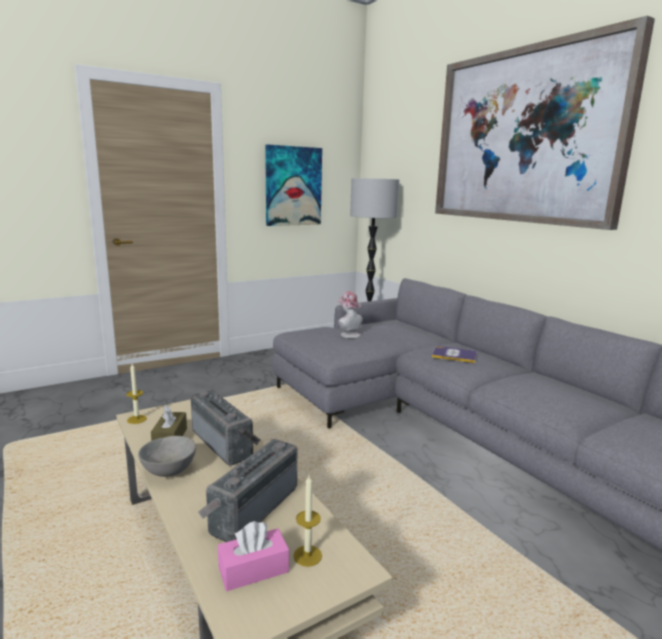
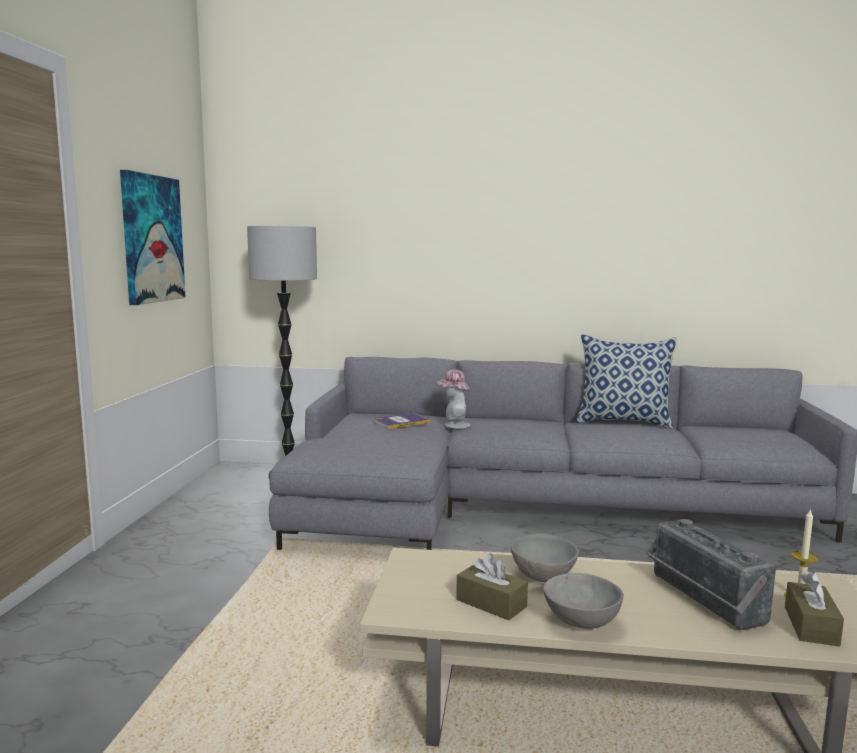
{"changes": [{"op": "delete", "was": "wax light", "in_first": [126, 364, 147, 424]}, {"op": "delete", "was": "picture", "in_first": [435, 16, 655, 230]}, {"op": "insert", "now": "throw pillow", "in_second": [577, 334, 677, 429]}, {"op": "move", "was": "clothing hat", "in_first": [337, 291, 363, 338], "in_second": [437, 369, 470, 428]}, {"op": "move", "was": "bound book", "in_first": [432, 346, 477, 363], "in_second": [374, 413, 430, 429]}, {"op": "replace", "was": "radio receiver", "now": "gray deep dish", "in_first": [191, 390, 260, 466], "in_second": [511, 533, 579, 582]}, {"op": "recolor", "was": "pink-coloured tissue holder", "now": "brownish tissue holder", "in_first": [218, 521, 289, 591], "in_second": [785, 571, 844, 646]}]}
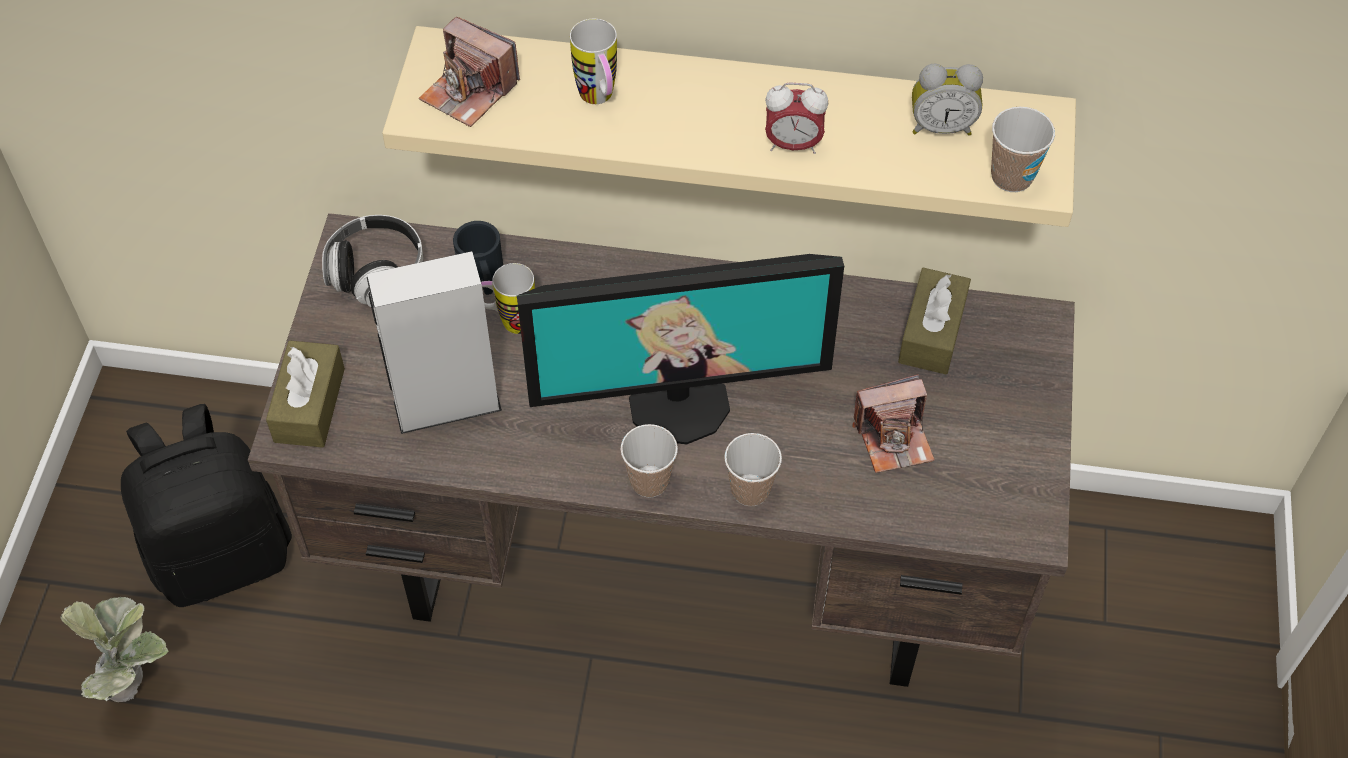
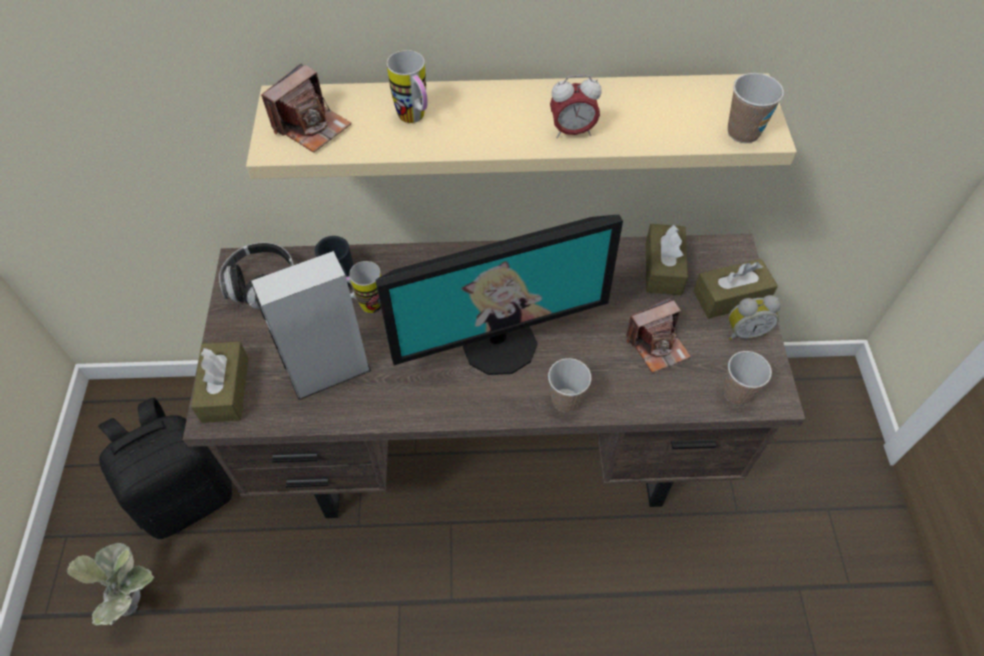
{"changes": [{"op": "insert", "now": "brownish tissue holder", "in_second": [693, 259, 778, 319]}, {"op": "move", "was": "cup", "in_first": [620, 424, 678, 498], "in_second": [723, 351, 772, 405]}, {"op": "move", "was": "table clock", "in_first": [912, 64, 983, 136], "in_second": [729, 295, 781, 340]}, {"op": "rotate", "was": "still camera", "in_first": [419, 17, 520, 127], "in_second": [261, 63, 351, 153], "clockwise": -75}]}
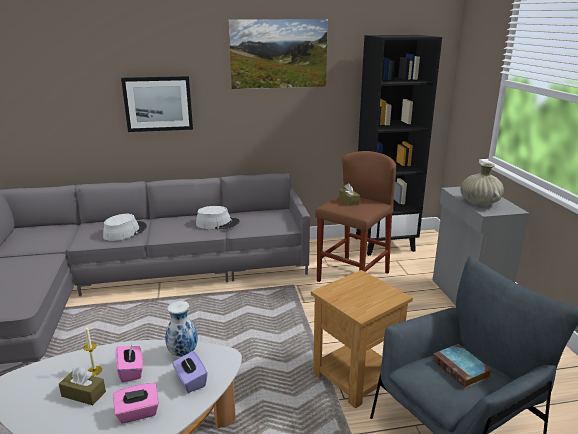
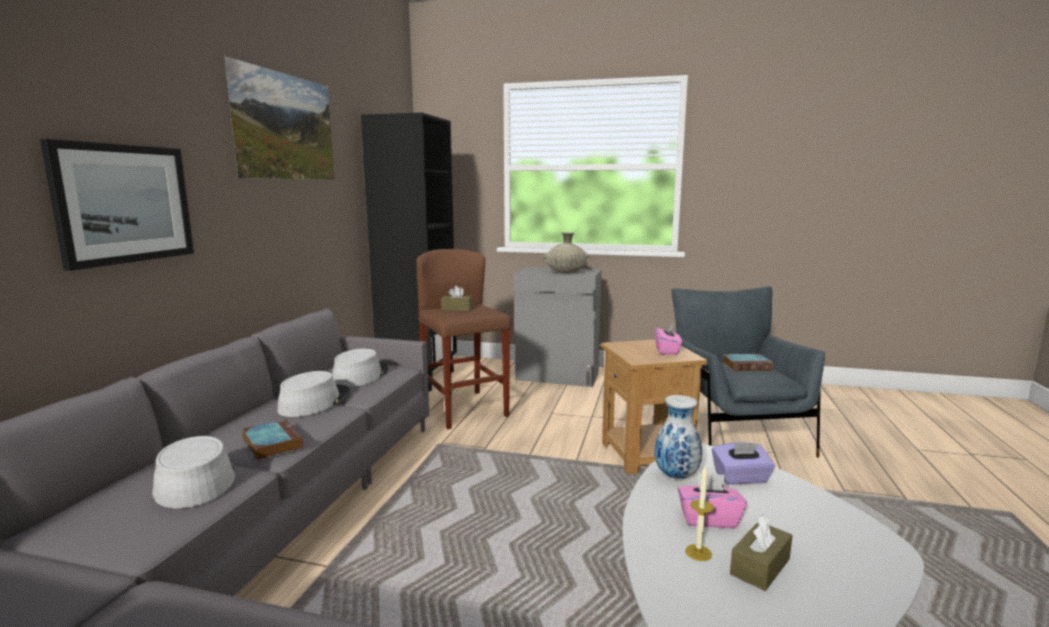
{"changes": [{"op": "insert", "now": "bound book", "in_second": [242, 419, 303, 460]}, {"op": "insert", "now": "gray clothing hat", "in_second": [332, 349, 388, 387]}, {"op": "move", "was": "pink-coloured tissue holder", "in_first": [113, 383, 159, 423], "in_second": [655, 324, 682, 355]}]}
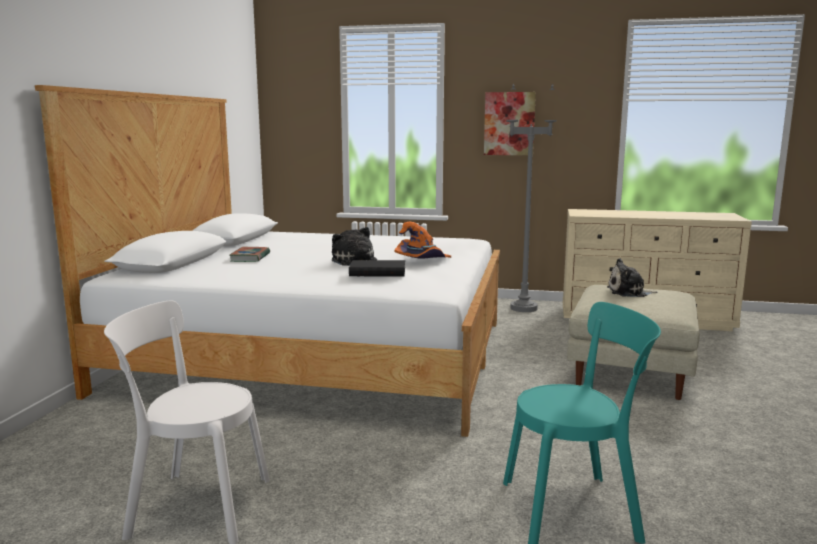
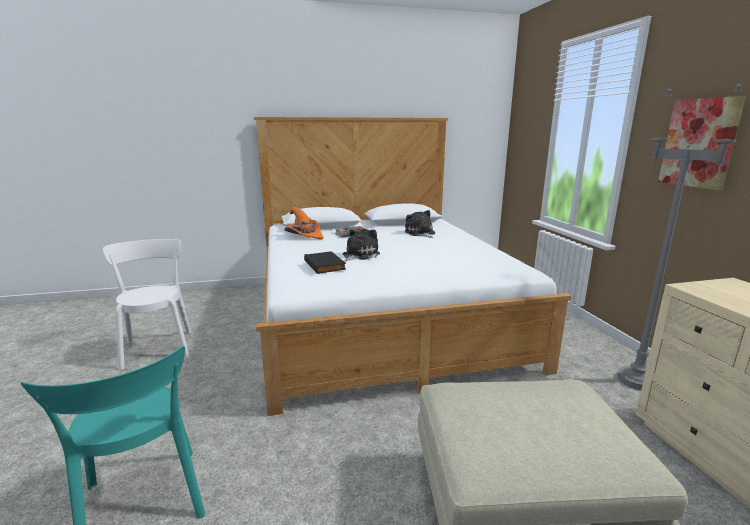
{"changes": [{"op": "move", "was": "orangey clothing hat", "in_first": [395, 222, 451, 258], "in_second": [285, 207, 323, 239]}, {"op": "move", "was": "cuddly toy", "in_first": [607, 258, 658, 297], "in_second": [405, 210, 435, 238]}]}
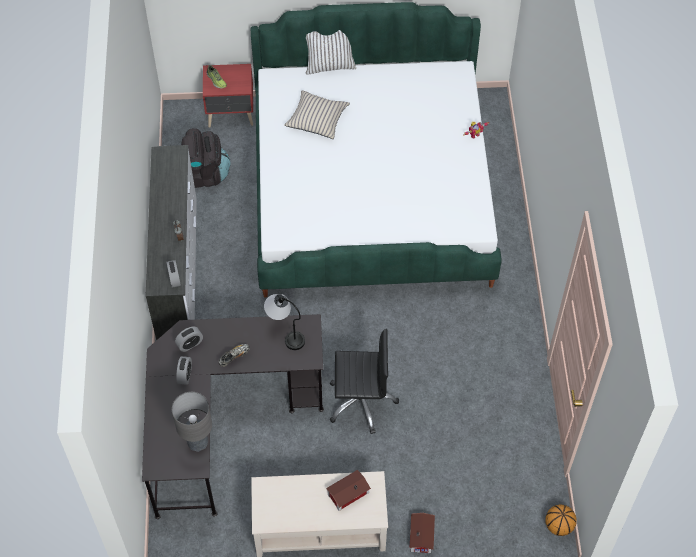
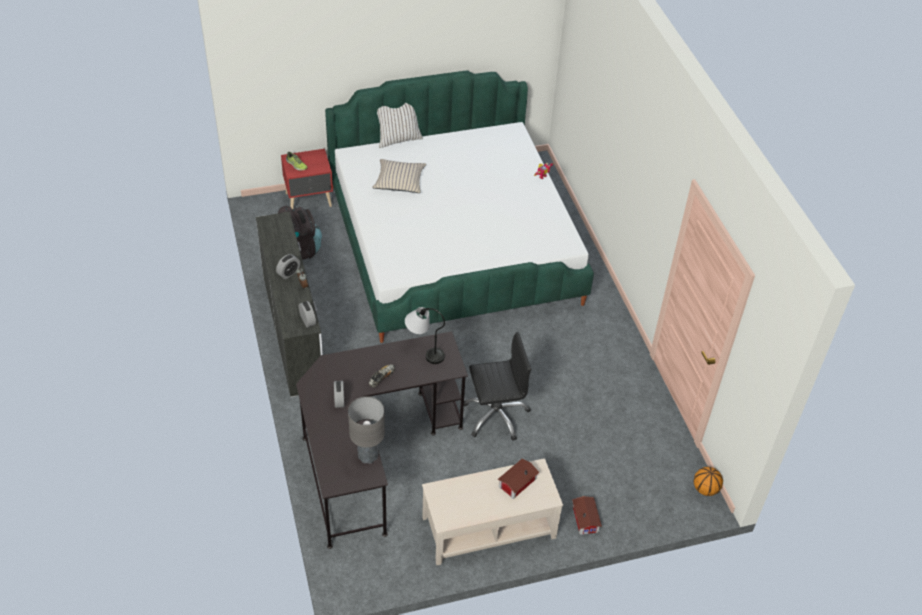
{"changes": [{"op": "move", "was": "table clock", "in_first": [175, 326, 203, 352], "in_second": [276, 254, 300, 279]}]}
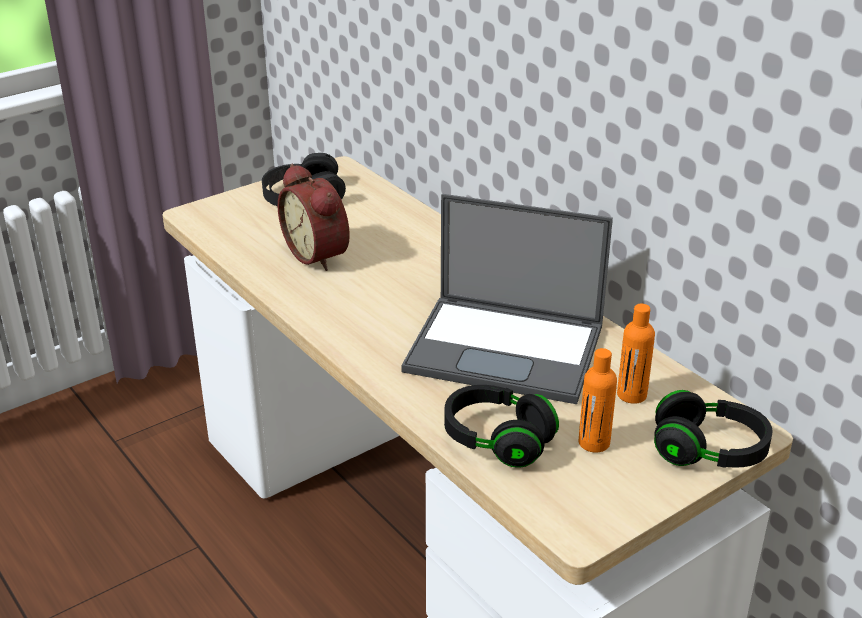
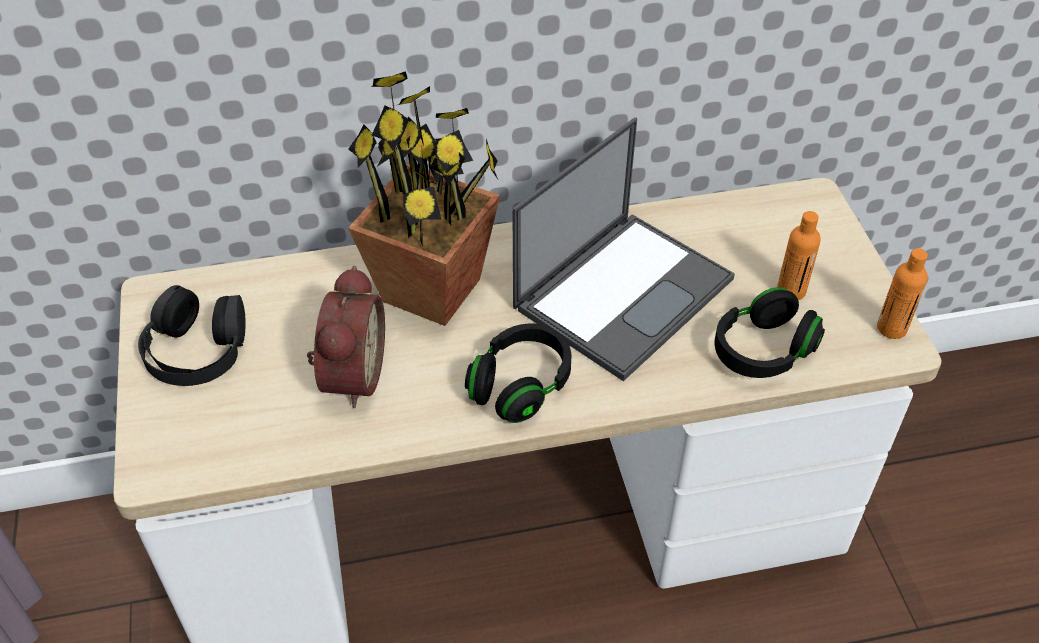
{"changes": [{"op": "insert", "now": "houseplant", "in_second": [348, 71, 500, 326]}, {"op": "move", "was": "orangey beverage bottle", "in_first": [617, 304, 655, 404], "in_second": [877, 248, 928, 339]}, {"op": "move", "was": "blackish pair of headphones", "in_first": [654, 390, 772, 468], "in_second": [465, 323, 571, 423]}, {"op": "rotate", "was": "table clock", "in_first": [278, 164, 350, 271], "in_second": [307, 266, 385, 408], "clockwise": -75}]}
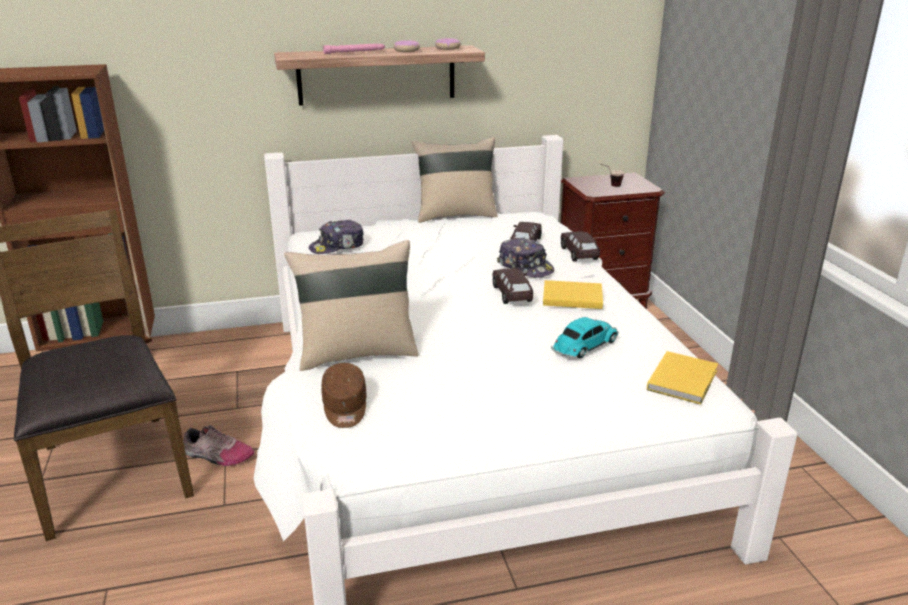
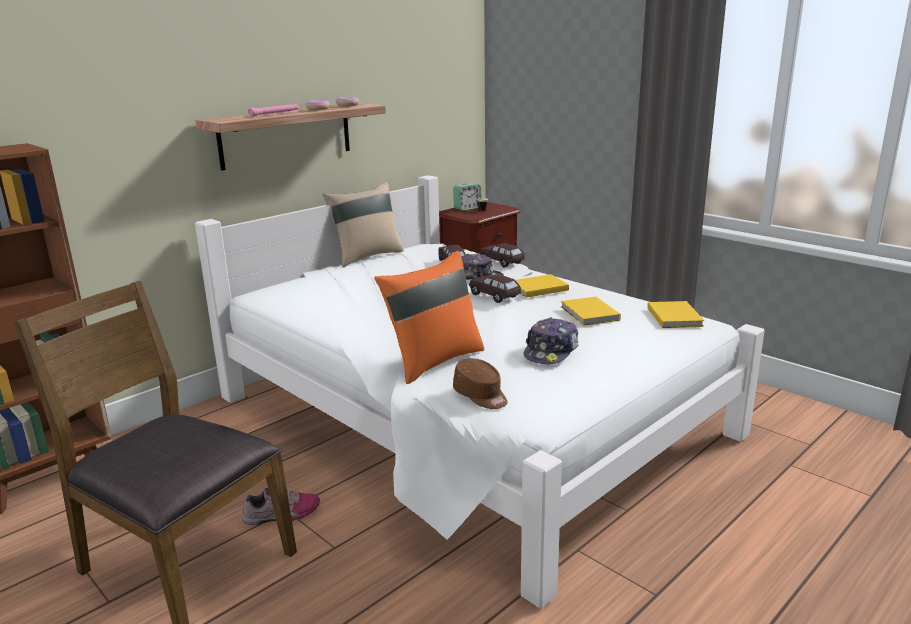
{"changes": [{"op": "insert", "now": "table clock", "in_second": [453, 183, 481, 211]}, {"op": "move", "was": "cap", "in_first": [309, 220, 364, 254], "in_second": [524, 317, 578, 364]}, {"op": "replace", "was": "model car", "now": "yellowish bound book", "in_first": [551, 317, 619, 359], "in_second": [561, 297, 621, 326]}, {"op": "recolor", "was": "beige-coloured throw pillow", "now": "orangey throw pillow", "in_first": [285, 240, 419, 371], "in_second": [374, 251, 485, 384]}]}
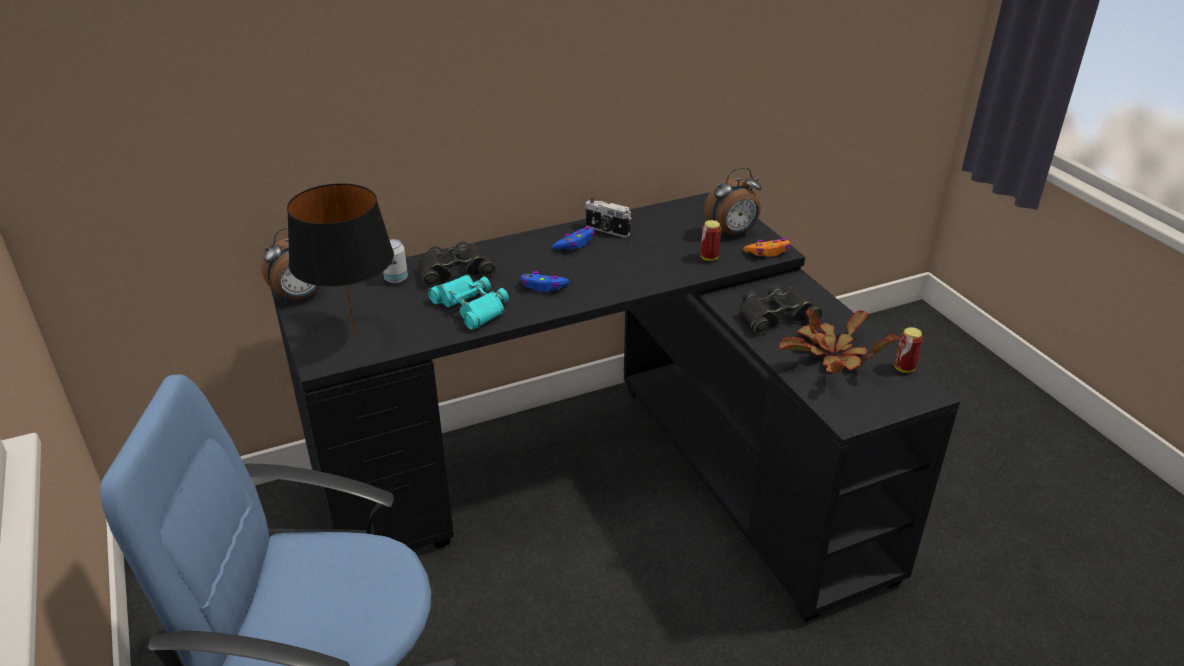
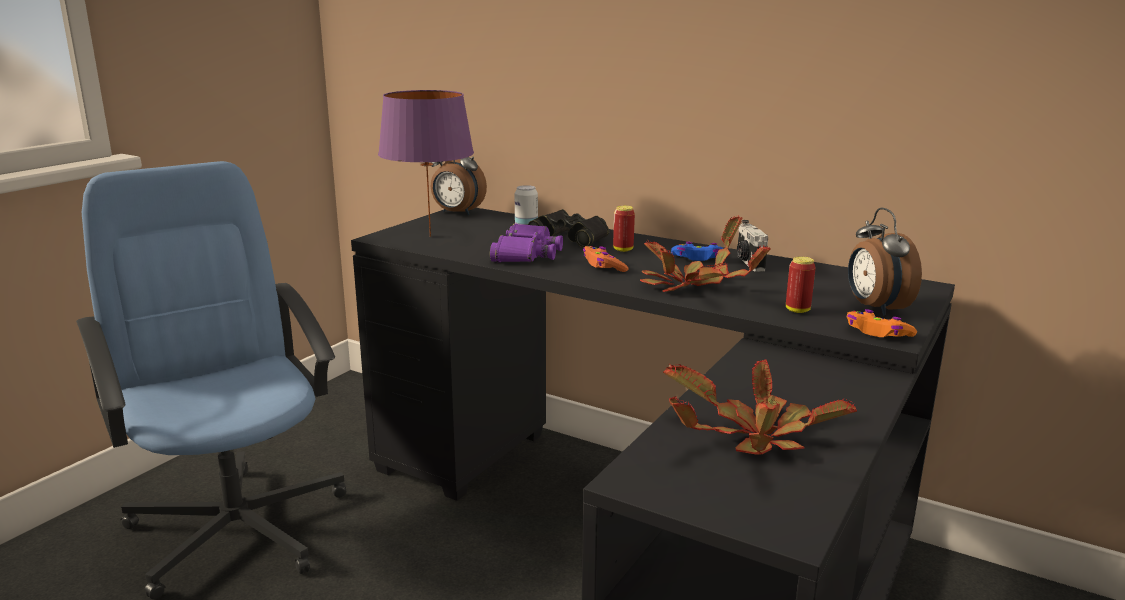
{"changes": [{"op": "delete", "was": "blackish field glasses", "in_first": [738, 285, 823, 335]}, {"op": "insert", "now": "houseplant", "in_second": [640, 215, 771, 292]}, {"op": "move", "was": "sealed can", "in_first": [895, 327, 923, 373], "in_second": [613, 205, 635, 252]}, {"op": "recolor", "was": "blackish lamp for a table", "now": "purple-coloured lamp for a table", "in_first": [287, 183, 394, 336], "in_second": [378, 90, 474, 237]}, {"op": "recolor", "was": "turquoise field glasses", "now": "purple-coloured field glasses", "in_first": [428, 274, 509, 330], "in_second": [490, 223, 563, 262]}, {"op": "recolor", "was": "blue-coloured gamepad", "now": "orangey gamepad", "in_first": [521, 271, 569, 292], "in_second": [583, 246, 629, 272]}, {"op": "rotate", "was": "table clock", "in_first": [704, 167, 762, 236], "in_second": [848, 208, 922, 316], "clockwise": 45}]}
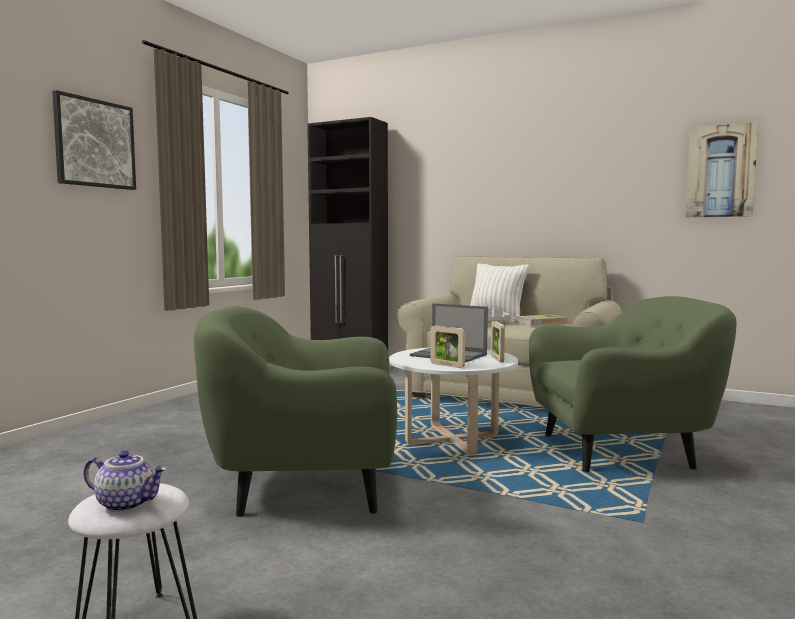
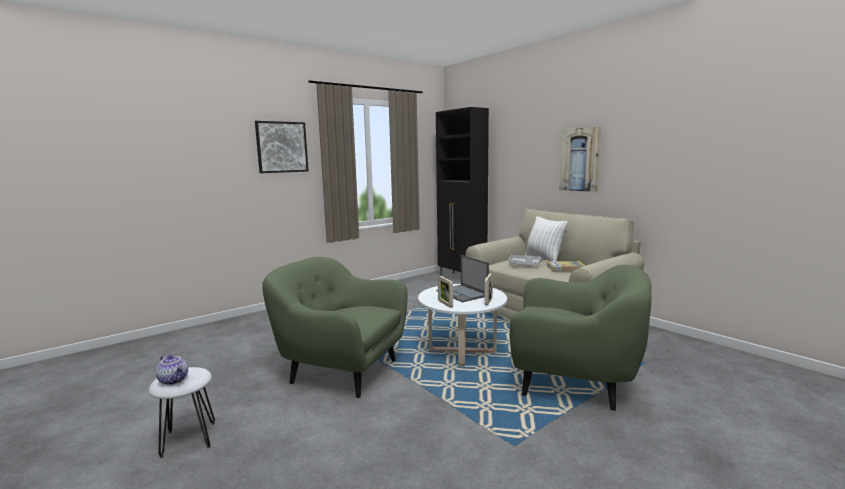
{"changes": [{"op": "move", "was": "picture", "in_first": [686, 122, 758, 218], "in_second": [559, 127, 601, 192]}]}
